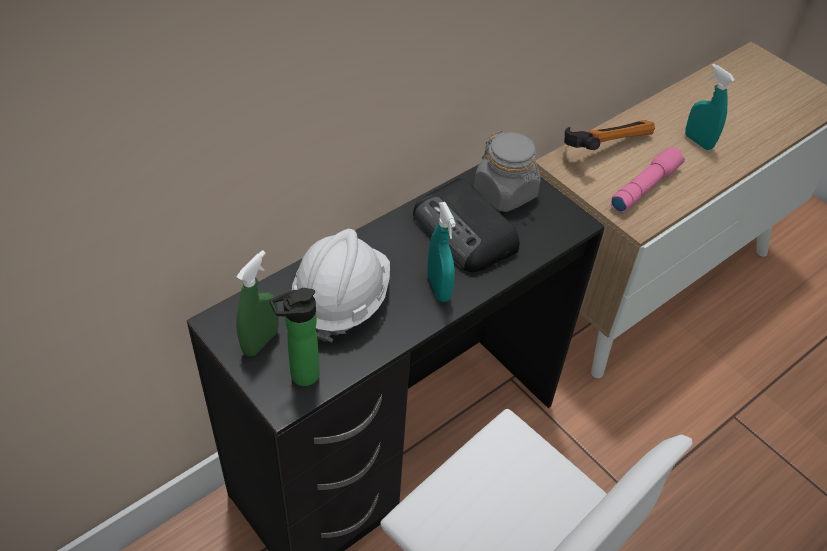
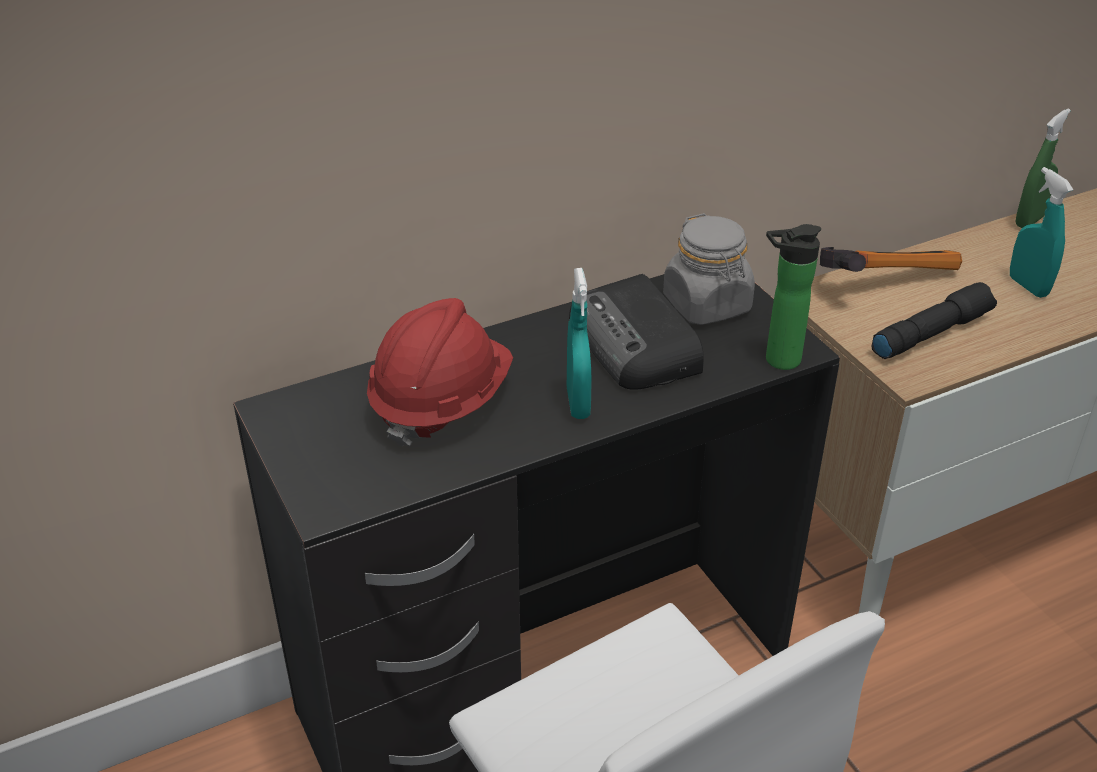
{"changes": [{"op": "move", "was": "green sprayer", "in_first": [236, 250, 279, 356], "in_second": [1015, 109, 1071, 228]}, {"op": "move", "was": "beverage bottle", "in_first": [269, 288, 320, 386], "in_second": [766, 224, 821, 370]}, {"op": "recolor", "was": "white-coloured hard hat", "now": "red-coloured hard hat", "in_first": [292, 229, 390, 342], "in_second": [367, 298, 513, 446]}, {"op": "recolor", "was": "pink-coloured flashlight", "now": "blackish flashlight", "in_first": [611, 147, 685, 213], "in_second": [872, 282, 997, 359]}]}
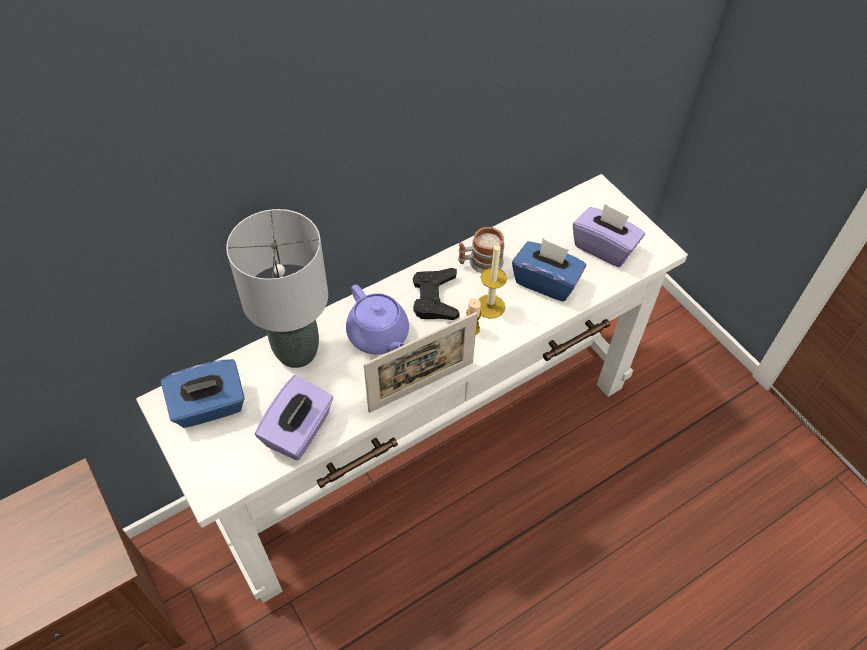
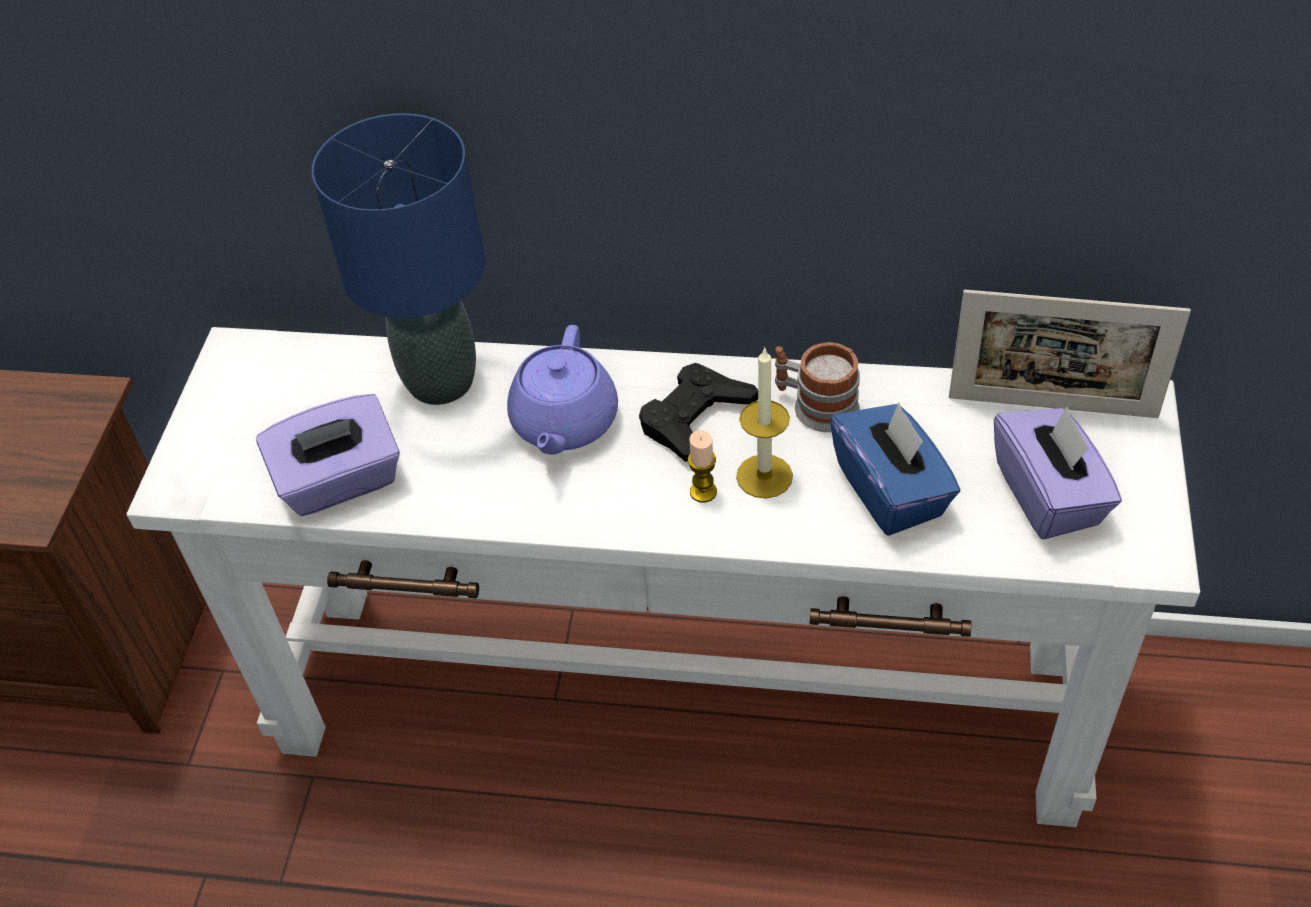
{"changes": [{"op": "delete", "was": "blue-coloured tissue holder", "in_first": [161, 359, 245, 428]}, {"op": "move", "was": "standing frame", "in_first": [364, 312, 478, 413], "in_second": [949, 290, 1191, 418]}, {"op": "recolor", "was": "gray lamp for a table", "now": "blue-coloured lamp for a table", "in_first": [226, 209, 328, 368], "in_second": [312, 113, 485, 405]}]}
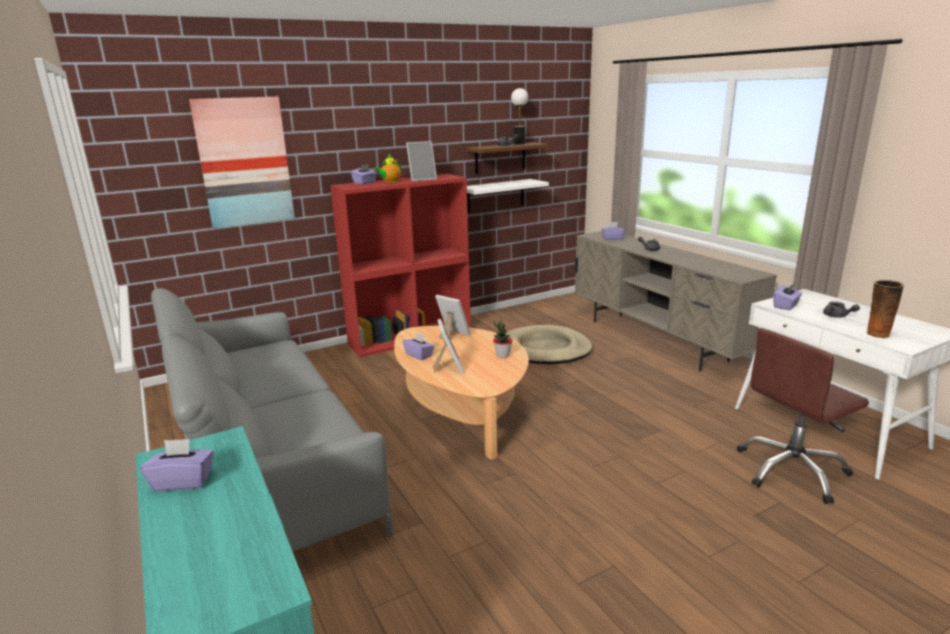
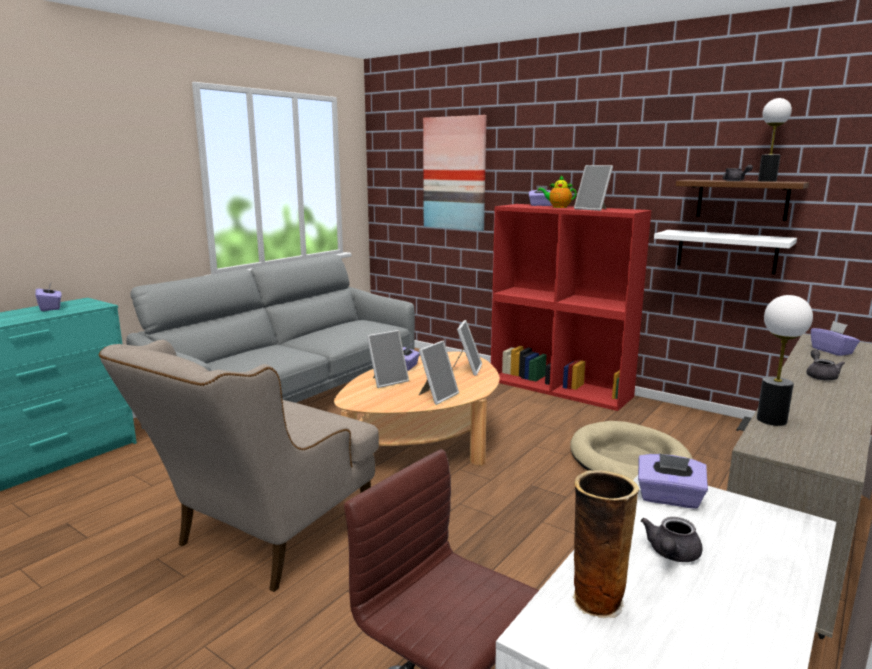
{"changes": [{"op": "insert", "now": "beige-coloured lounge chair", "in_second": [98, 340, 379, 592]}, {"op": "insert", "now": "lamp for a table", "in_second": [757, 295, 813, 426]}, {"op": "replace", "was": "houseplant", "now": "standing frame", "in_first": [493, 320, 513, 358], "in_second": [419, 341, 459, 405]}]}
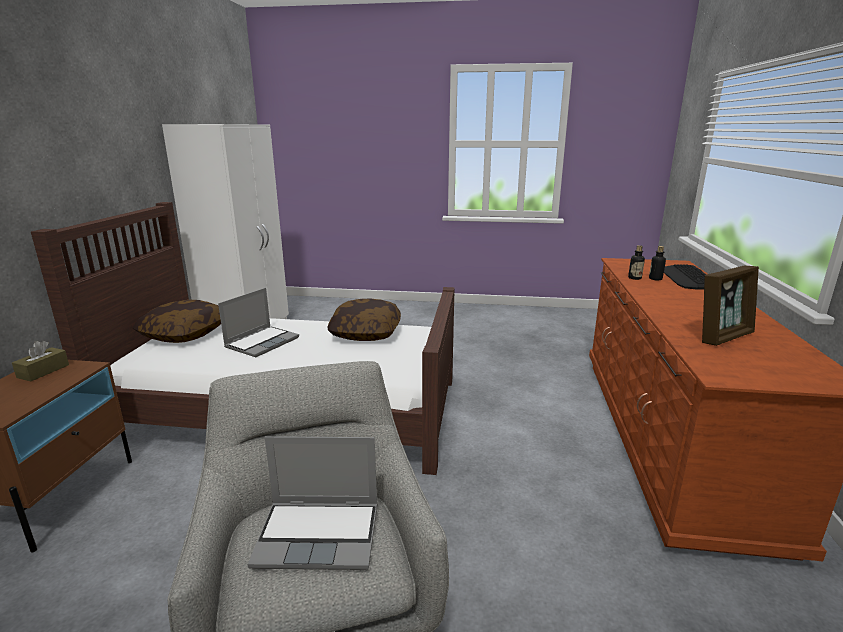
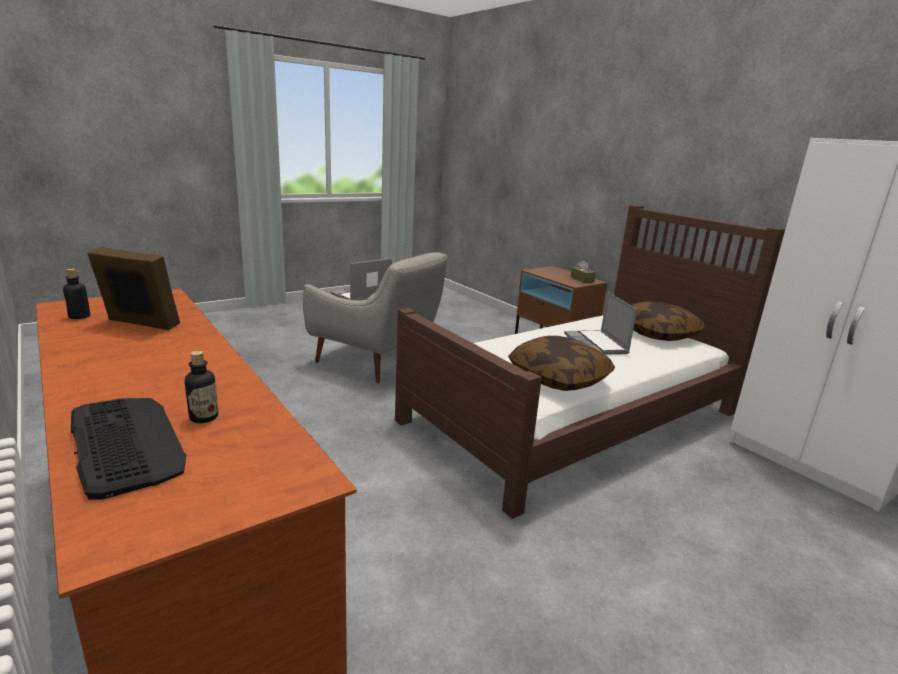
{"changes": [{"op": "move", "was": "beverage bottle", "in_first": [628, 245, 645, 280], "in_second": [63, 269, 90, 319]}, {"op": "rotate", "was": "standing frame", "in_first": [702, 266, 759, 346], "in_second": [87, 247, 180, 330], "clockwise": 90}]}
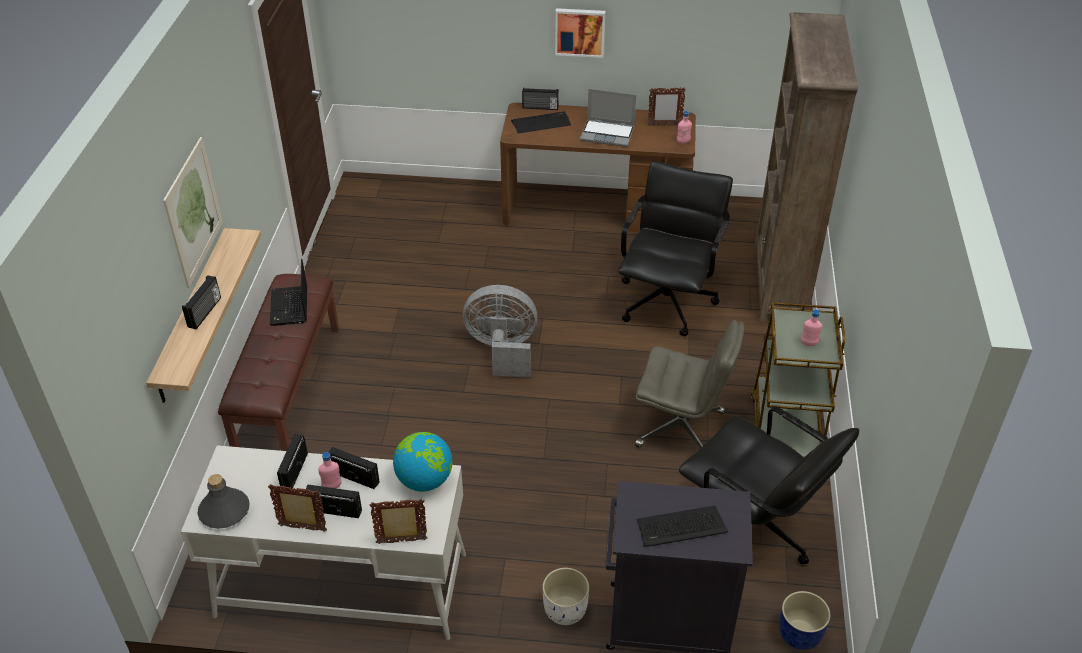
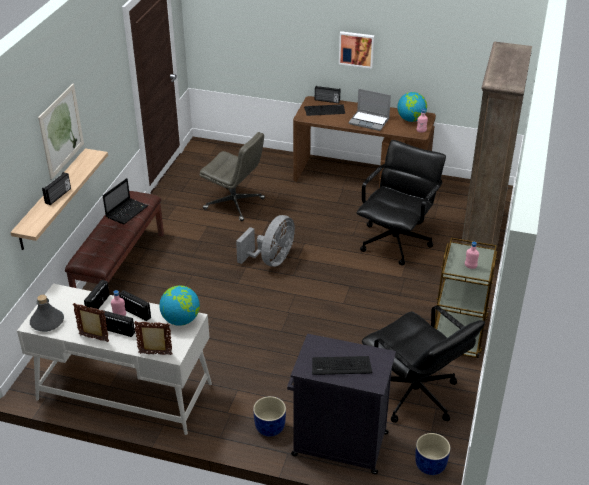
{"changes": [{"op": "move", "was": "gray desk chair", "in_first": [635, 320, 745, 448], "in_second": [200, 132, 265, 221]}, {"op": "replace", "was": "standing frame", "now": "world globe", "in_first": [648, 88, 686, 126], "in_second": [397, 92, 427, 122]}, {"op": "recolor", "was": "white-coloured flower pot", "now": "blue-coloured flower pot", "in_first": [542, 568, 589, 625], "in_second": [253, 396, 286, 436]}, {"op": "rotate", "was": "laptop", "in_first": [270, 259, 307, 326], "in_second": [103, 178, 148, 224], "clockwise": -150}, {"op": "rotate", "was": "gray cooling fan", "in_first": [463, 285, 538, 377], "in_second": [236, 215, 295, 267], "clockwise": 105}]}
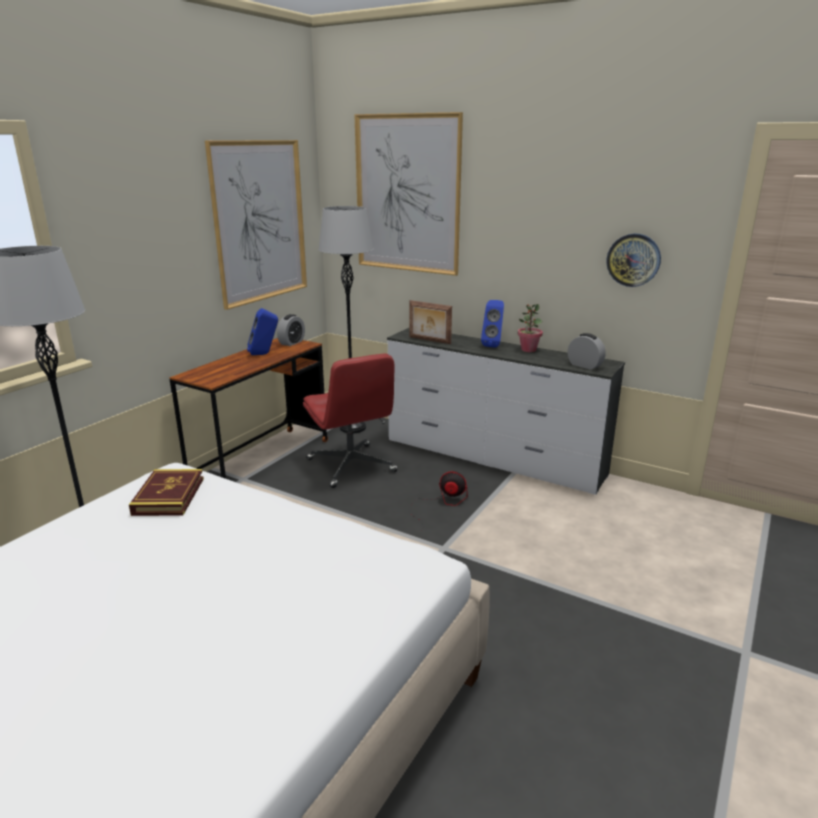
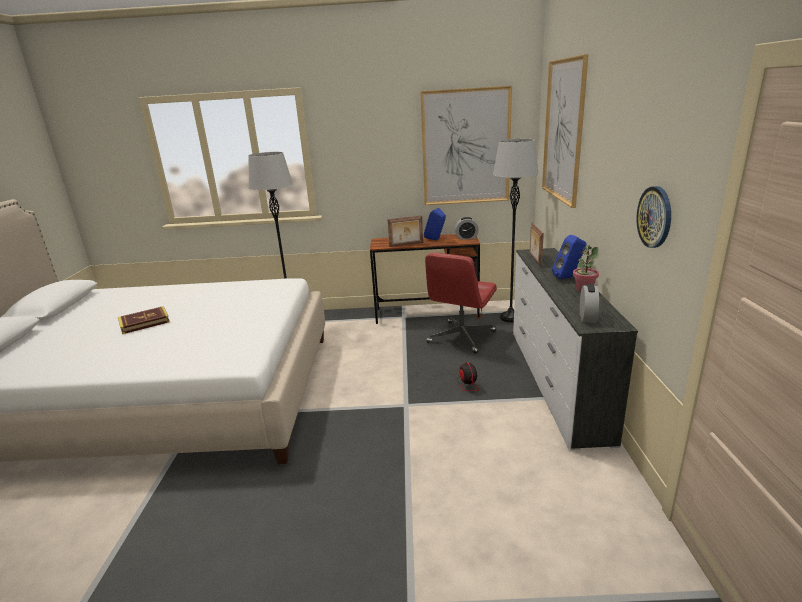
{"changes": [{"op": "insert", "now": "standing frame", "in_second": [388, 215, 423, 247]}, {"op": "move", "was": "bound book", "in_first": [129, 469, 204, 516], "in_second": [118, 306, 170, 334]}]}
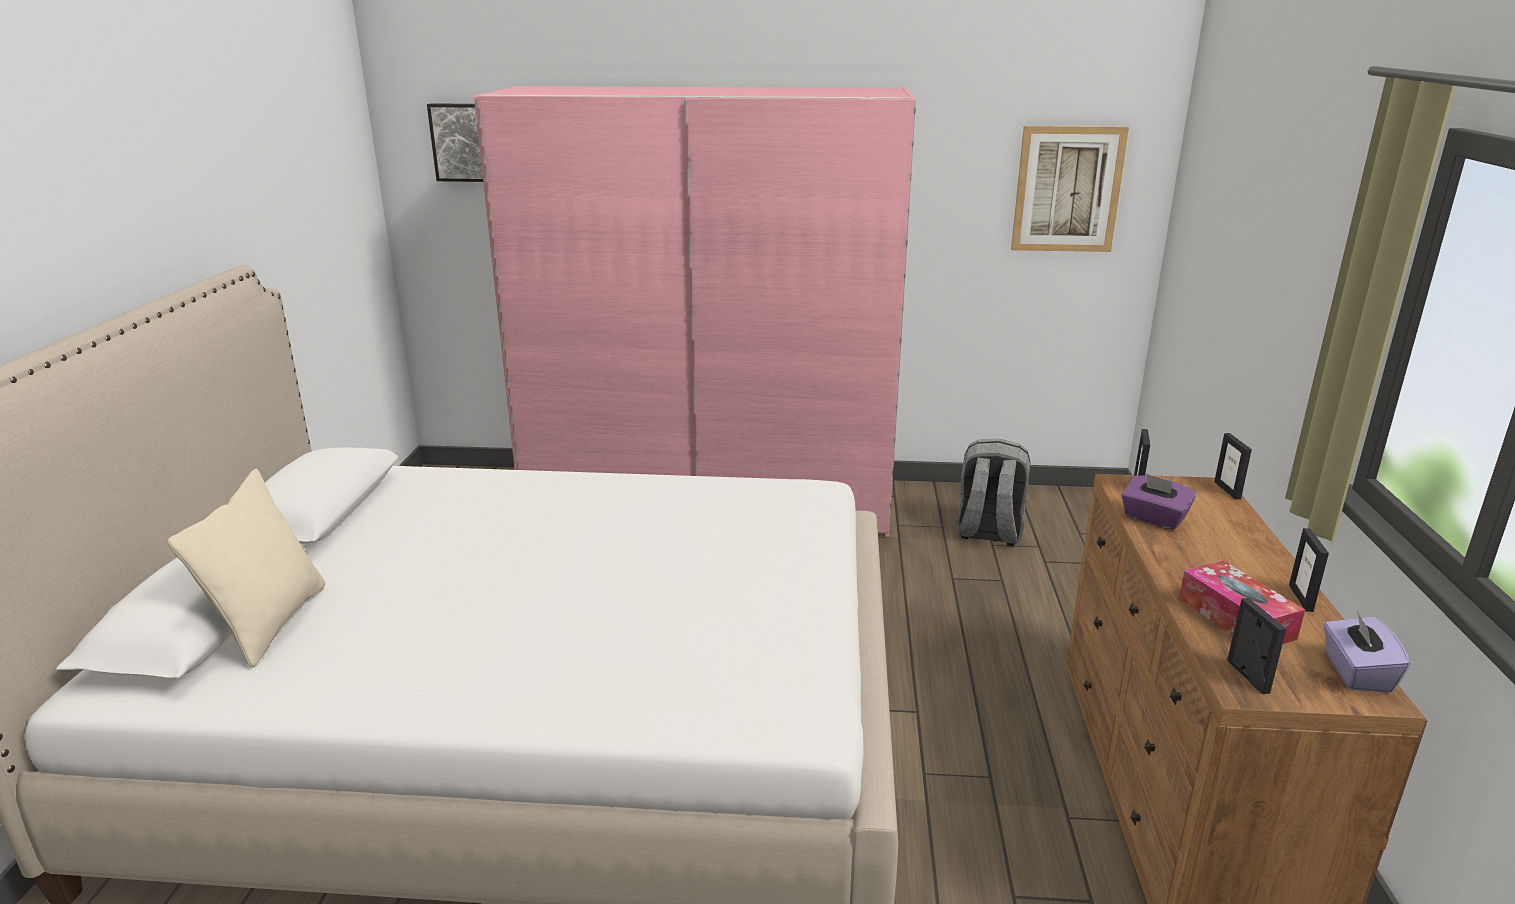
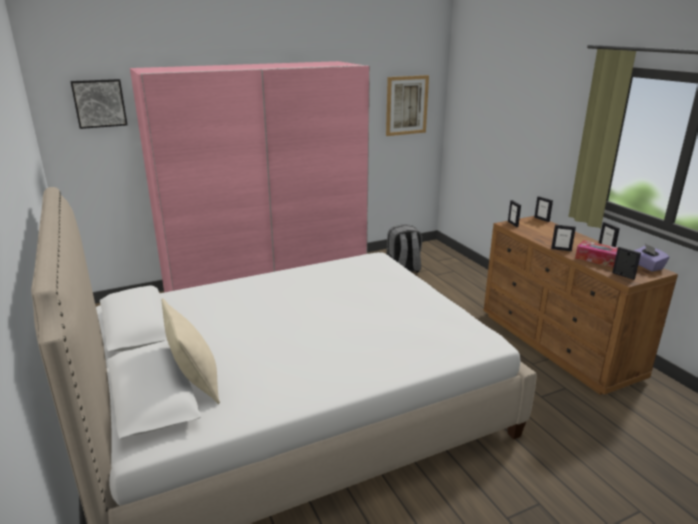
{"changes": [{"op": "delete", "was": "purple-coloured tissue holder", "in_first": [1122, 473, 1196, 530]}, {"op": "insert", "now": "standing frame", "in_second": [551, 225, 576, 251]}]}
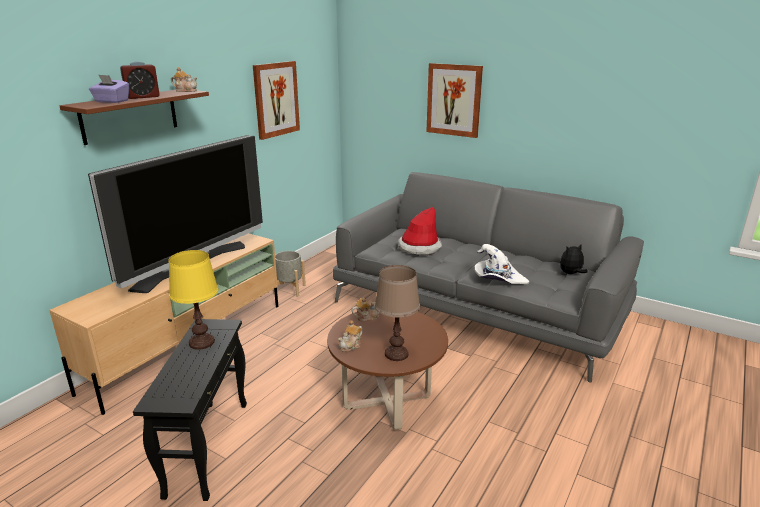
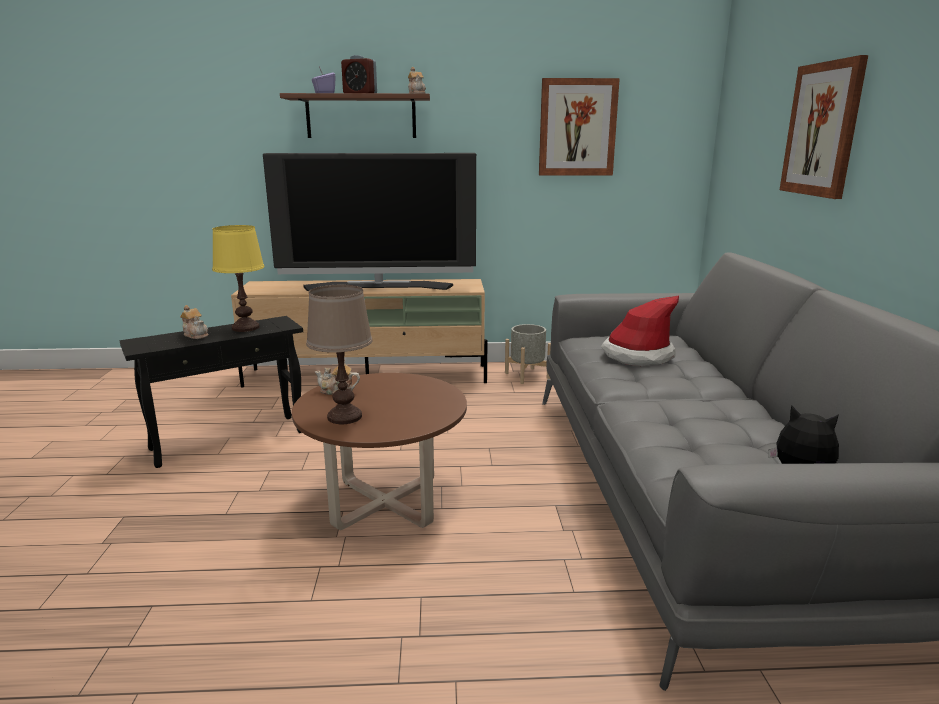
{"changes": [{"op": "delete", "was": "white-coloured clothing hat", "in_first": [475, 244, 529, 284]}, {"op": "move", "was": "pot for tea", "in_first": [351, 298, 380, 322], "in_second": [180, 305, 208, 339]}]}
